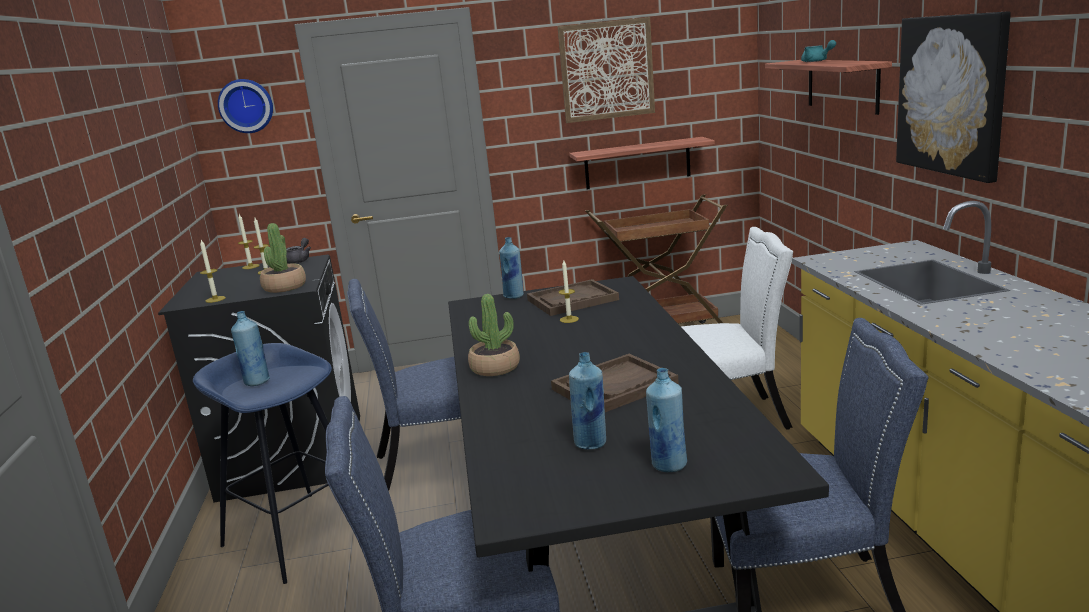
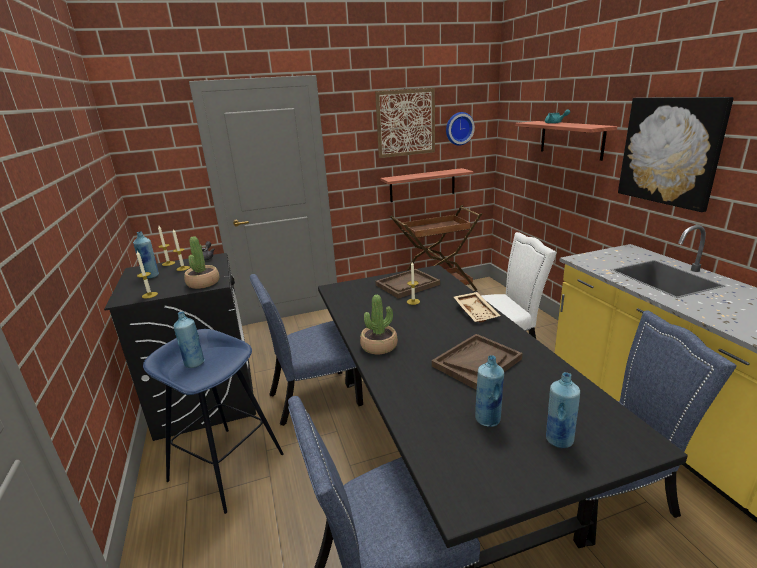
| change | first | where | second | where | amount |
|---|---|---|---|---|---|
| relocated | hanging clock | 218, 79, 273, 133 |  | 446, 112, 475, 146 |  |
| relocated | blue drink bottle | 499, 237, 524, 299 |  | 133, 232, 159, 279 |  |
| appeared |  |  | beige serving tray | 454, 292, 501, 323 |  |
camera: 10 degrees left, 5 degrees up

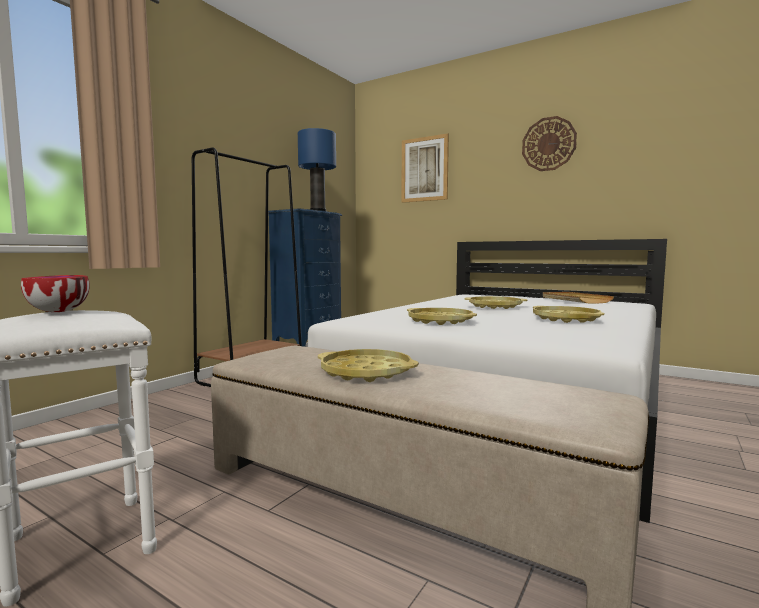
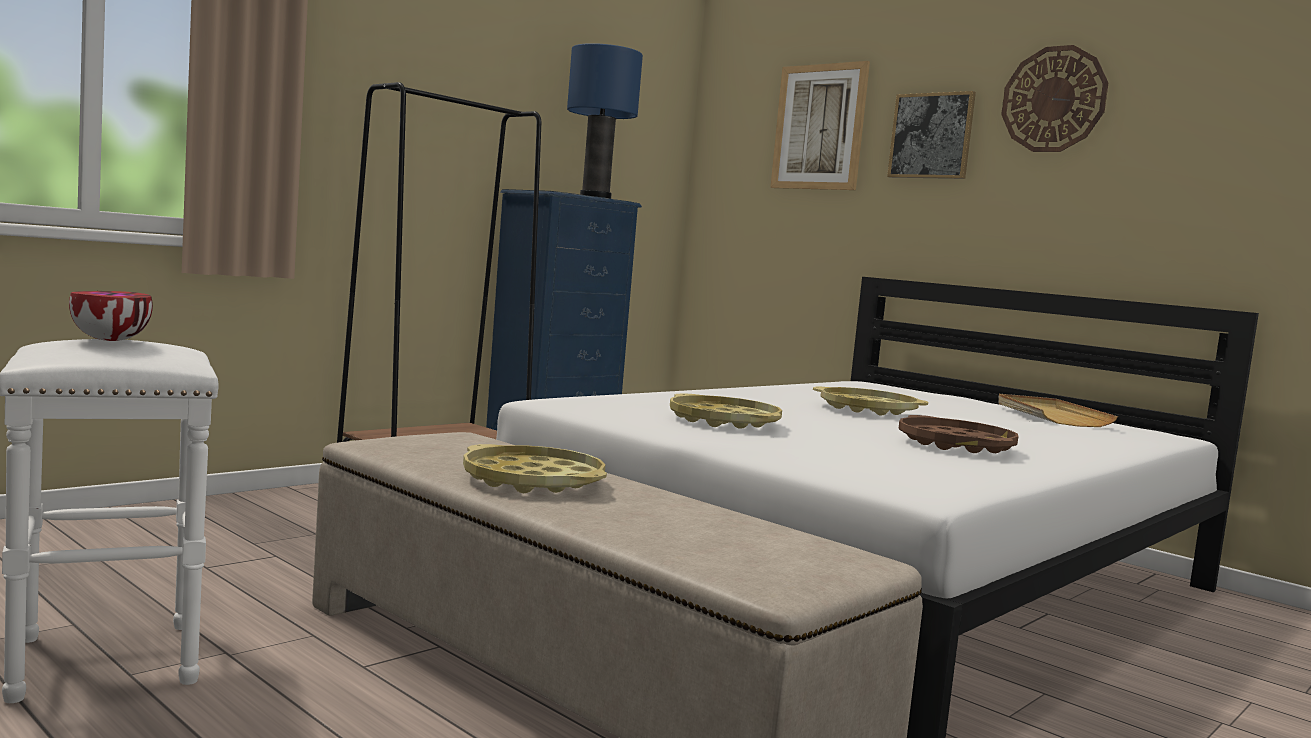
| change | first | where | second | where | amount |
|---|---|---|---|---|---|
| colour | yellow-coloured serving tray | 533, 306, 604, 323 | brown serving tray | 899, 415, 1018, 453 |  |
| appeared |  |  | wall art | 887, 91, 976, 179 |  |
camera: 10 degrees right, 0 degrees up

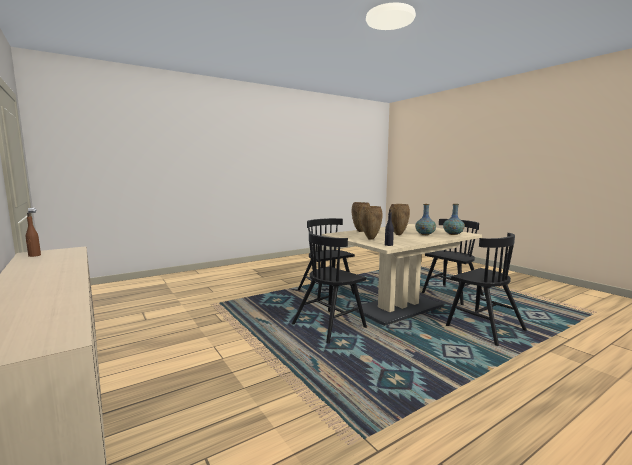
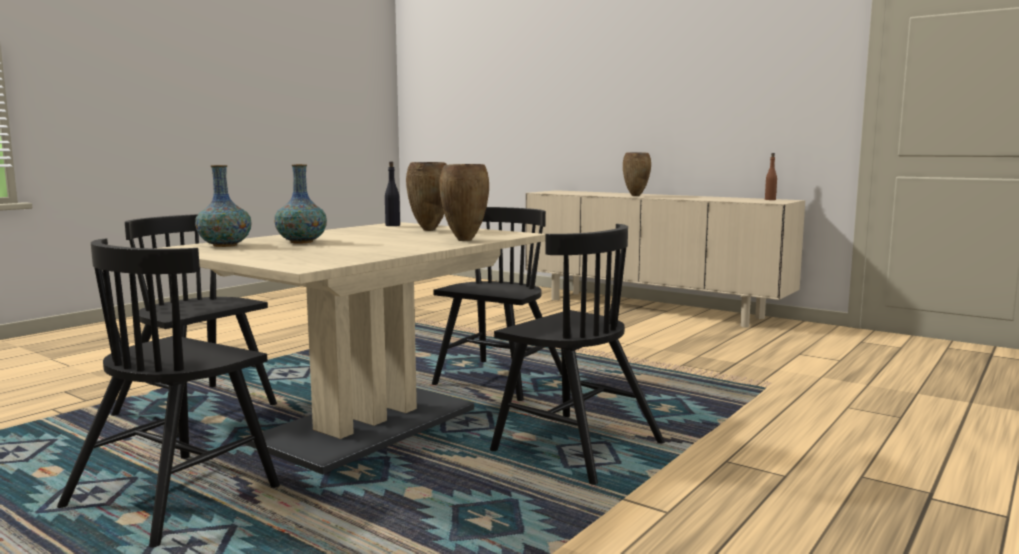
| change | first | where | second | where | amount |
|---|---|---|---|---|---|
| relocated | brown decorative vase | 390, 204, 410, 235 |  | 623, 152, 651, 196 |  |
camera: 160 degrees right, 0 degrees up

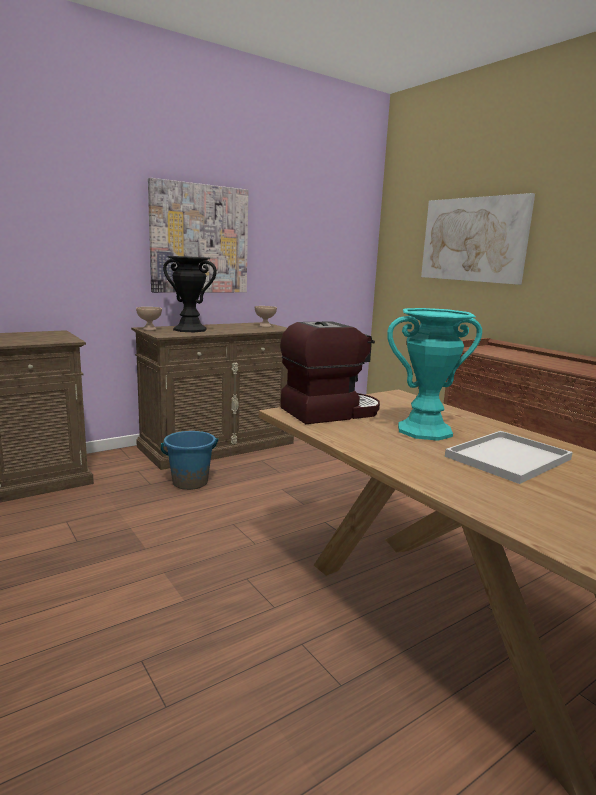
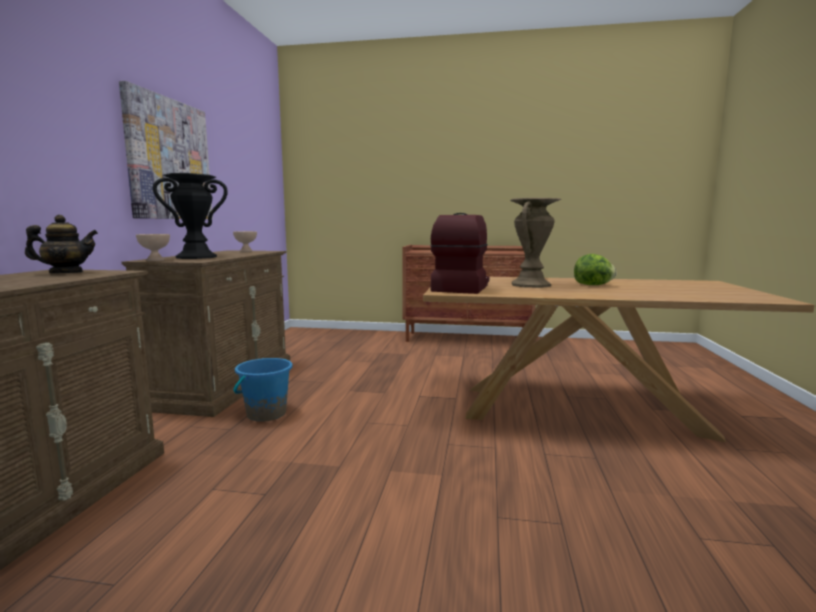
| change | first | where | second | where | amount |
|---|---|---|---|---|---|
| colour | turquoise-coloured decorative vase | 387, 308, 482, 441 | brown decorative vase | 510, 198, 561, 288 |  |
| missing | wall art | 421, 193, 535, 285 |  |  |  |
| exchanged | white-coloured serving tray | 445, 431, 573, 484 | lettuce | 574, 254, 616, 285 |  |
| appeared |  |  | pot for tea | 25, 215, 98, 273 |  |
camera: 45 degrees left, 5 degrees down

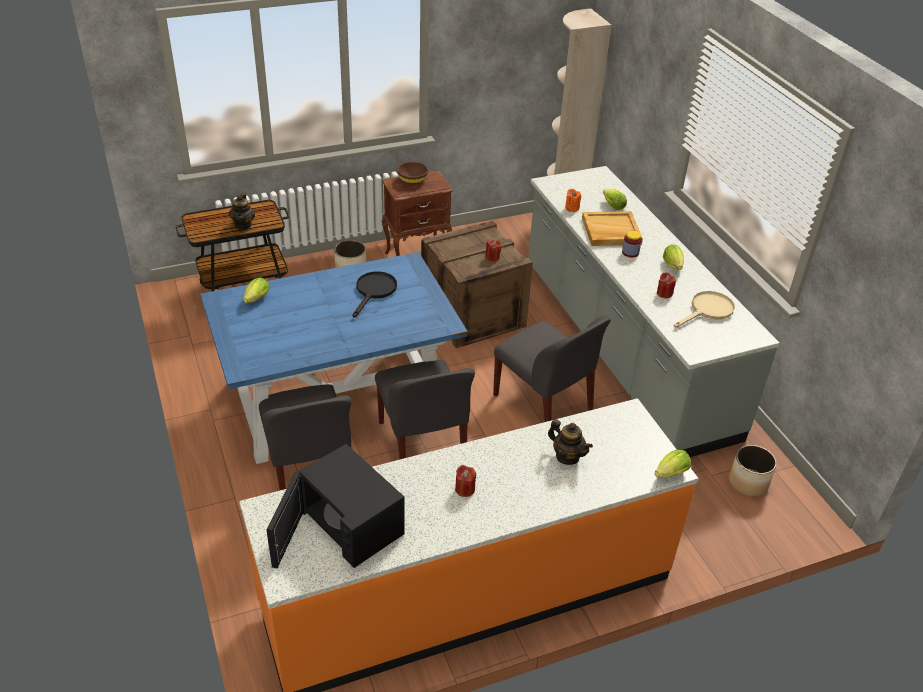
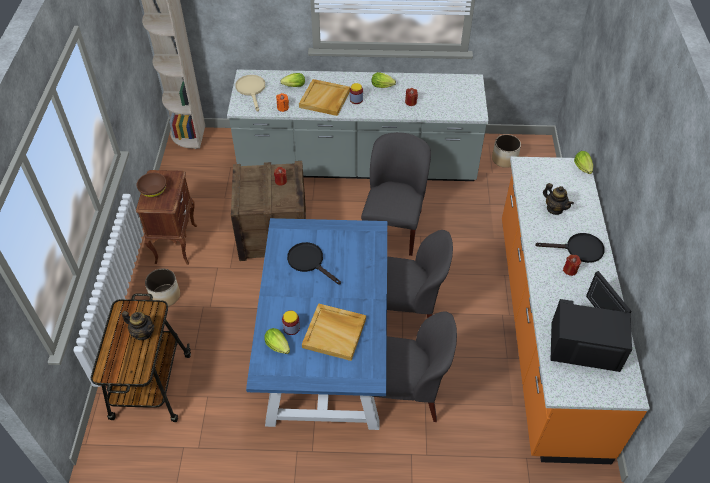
| change | first | where | second | where | amount |
|---|---|---|---|---|---|
| spun | black-coloured microwave | 266, 444, 405, 568 |  | 551, 271, 632, 372 | 150 degrees counterclockwise |
| spun | greyish plain chair | 493, 316, 611, 422 |  | 361, 132, 431, 256 | 60 degrees counterclockwise |
| spun | pot for tea | 548, 419, 593, 465 |  | 543, 183, 574, 215 | 75 degrees clockwise |
| relocated | beige skillet | 674, 291, 735, 328 |  | 235, 75, 265, 111 |  |
| appeared |  |  | storage jar | 282, 310, 300, 335 |  |
| appeared |  |  | beige serving tray | 302, 303, 366, 361 |  |
| appeared |  |  | black-coloured skillet | 535, 233, 605, 263 |  |
camera: 65 degrees left, 10 degrees up

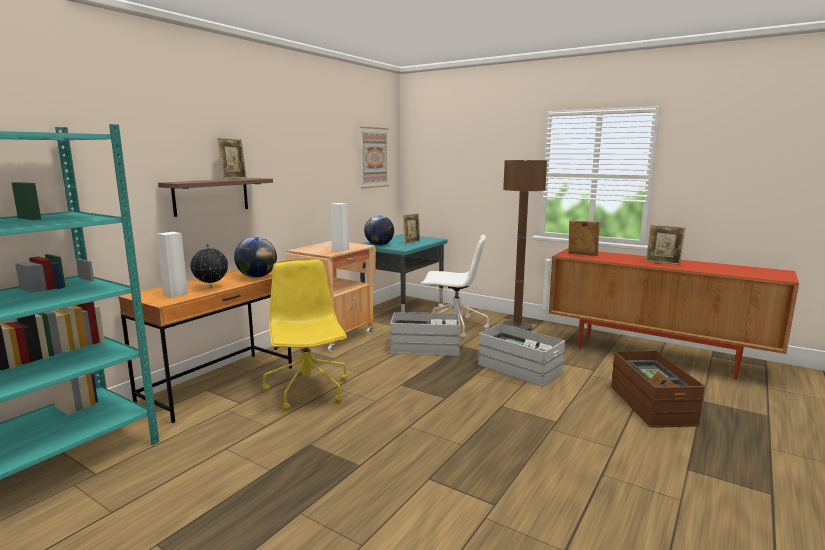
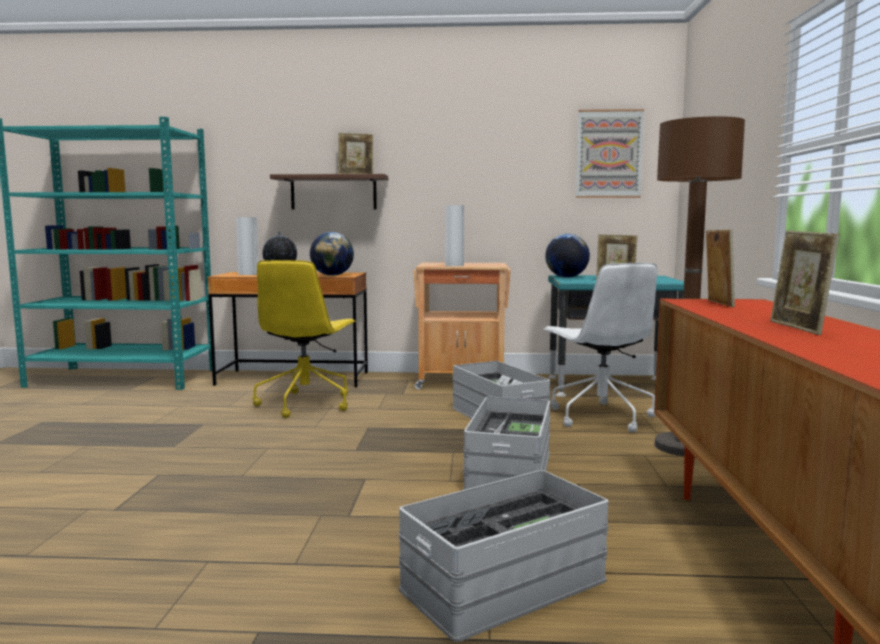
| change | first | where | second | where | amount |
|---|---|---|---|---|---|
| spun | yellow-coloured computer chair | 262, 259, 347, 411 |  | 252, 260, 356, 418 | 150 degrees clockwise |
| colour | brown storage box | 611, 351, 705, 428 | greyish storage box | 399, 470, 608, 642 |  |
camera: 60 degrees right, 5 degrees down

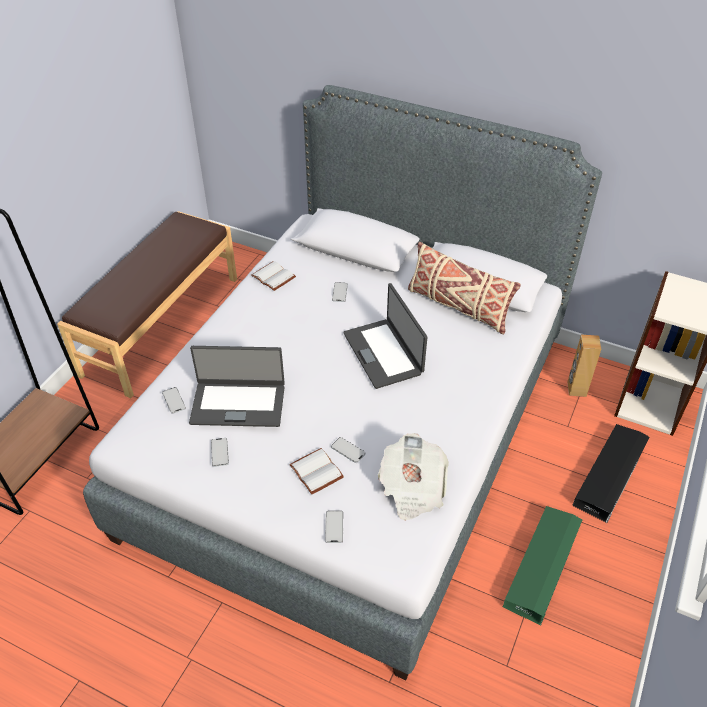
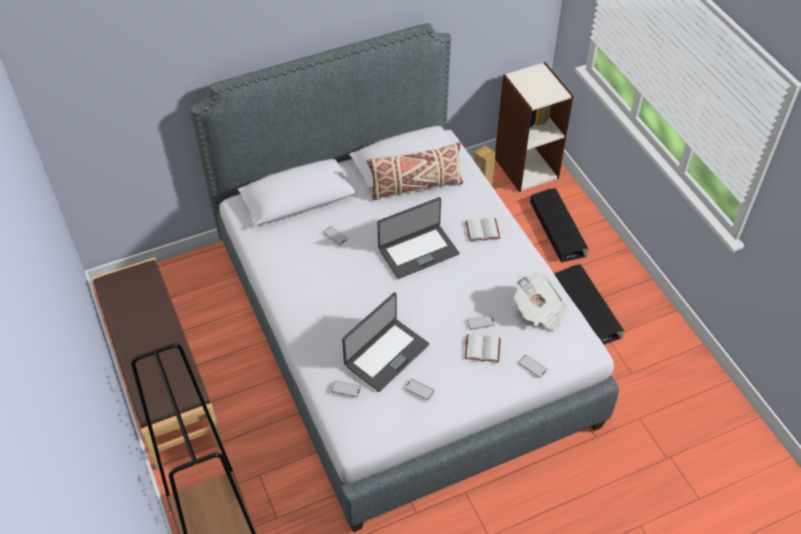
| change | first | where | second | where | amount |
|---|---|---|---|---|---|
| relocated | white-coloured volume | 251, 261, 296, 291 |  | 465, 217, 500, 241 |  |
| spun | portable computer | 344, 283, 427, 389 |  | 377, 197, 459, 279 | 45 degrees counterclockwise |
| colour | green-coloured storage box | 503, 506, 583, 626 | black-coloured storage box | 555, 264, 624, 344 |  |
camera: 50 degrees left, 5 degrees up

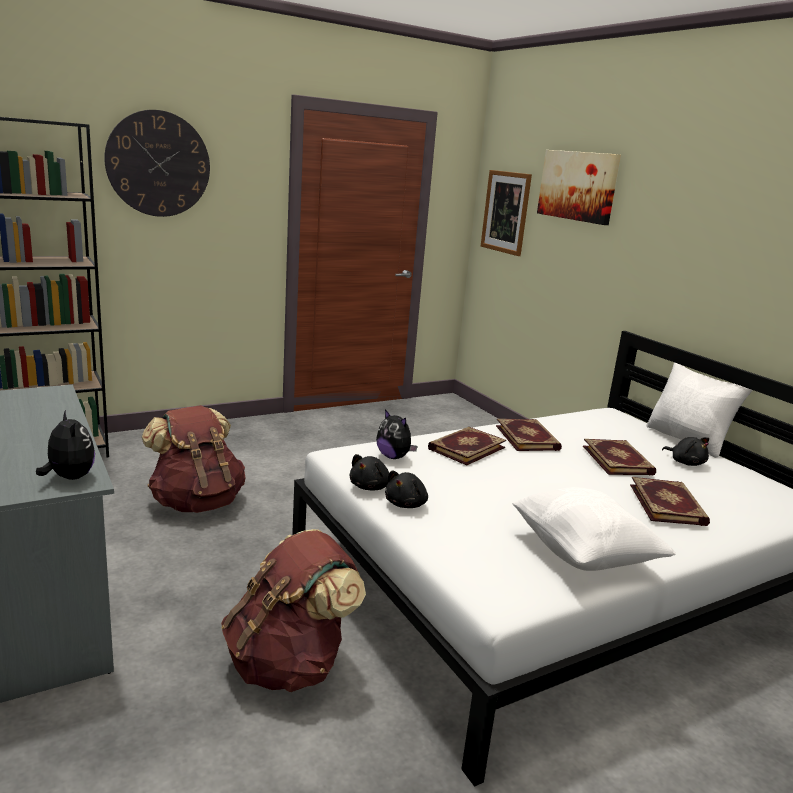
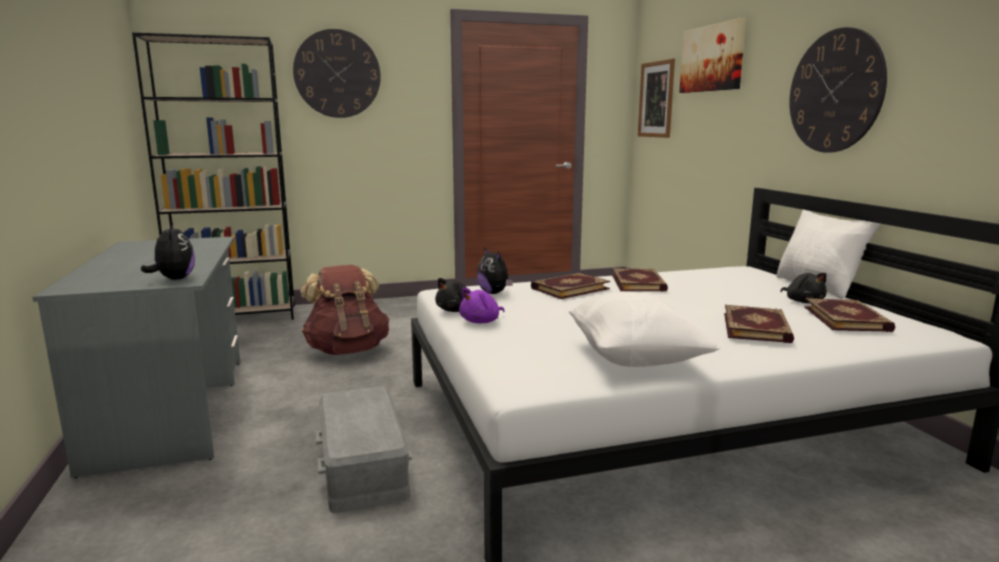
| change | first | where | second | where | amount |
|---|---|---|---|---|---|
| exchanged | brown knapsack | 221, 529, 366, 692 | greyish storage box | 316, 386, 412, 513 |  |
| colour | black-coloured plush toy | 385, 470, 428, 508 | purple plush toy | 459, 287, 505, 323 |  |
| relocated | volume | 583, 439, 656, 476 |  | 804, 298, 895, 332 |  |
| appeared |  |  | hanging clock | 789, 27, 887, 153 |  |
camera: 15 degrees right, 5 degrees down

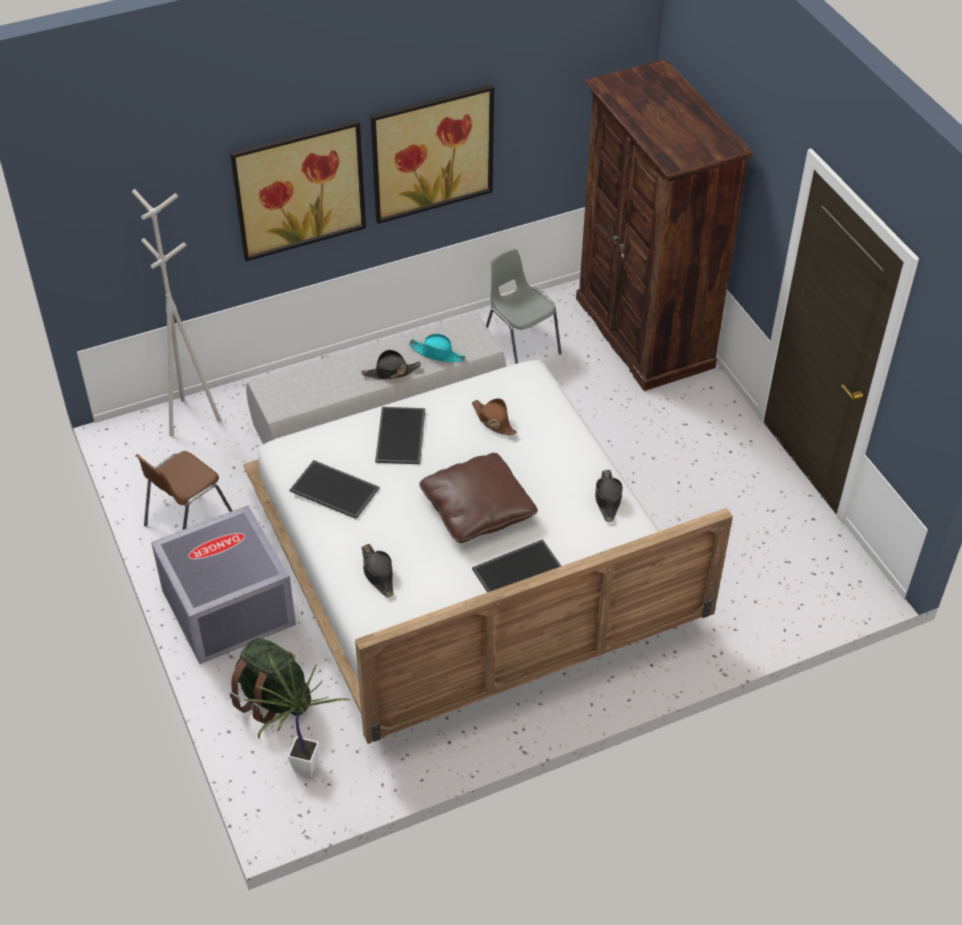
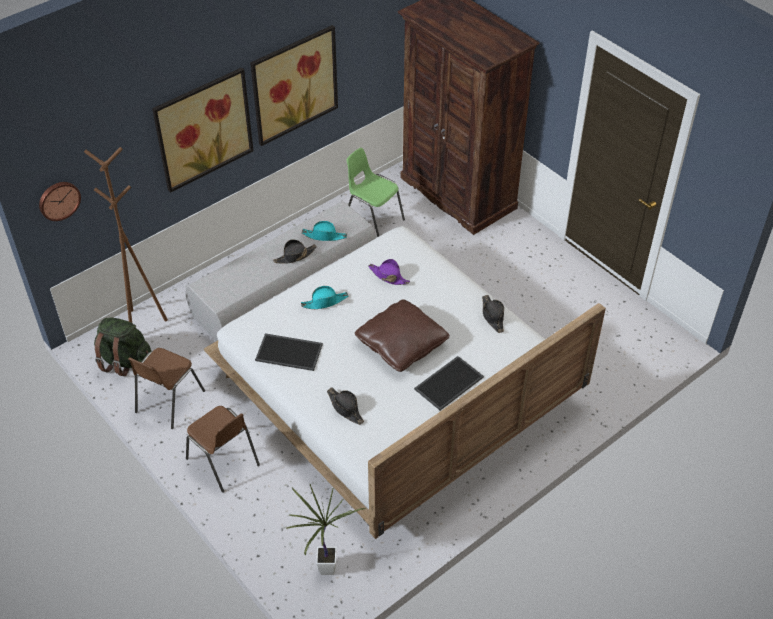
| change | first | where | second | where | amount |
|---|---|---|---|---|---|
| colour | greyish garment rack | 132, 189, 221, 437 | brown garment rack | 84, 147, 168, 322 |  |
| exchanged | greyish storage box | 151, 505, 296, 664 | brown plain chair | 186, 406, 260, 493 |  |
| relocated | green-coloured knapsack | 230, 638, 311, 724 |  | 94, 317, 151, 376 |  |
| exchanged | serving tray | 375, 407, 425, 464 | turquoise-coloured hat | 301, 286, 348, 309 |  |
| colour | brown hat | 472, 398, 517, 435 | purple hat | 368, 259, 410, 285 |  |
| colour | greyish plain chair | 486, 249, 562, 364 | green-coloured plain chair | 346, 148, 405, 237 |  |
| appeared |  |  | hanging clock | 39, 182, 81, 221 |  |
camera: 15 degrees left, 0 degrees up

